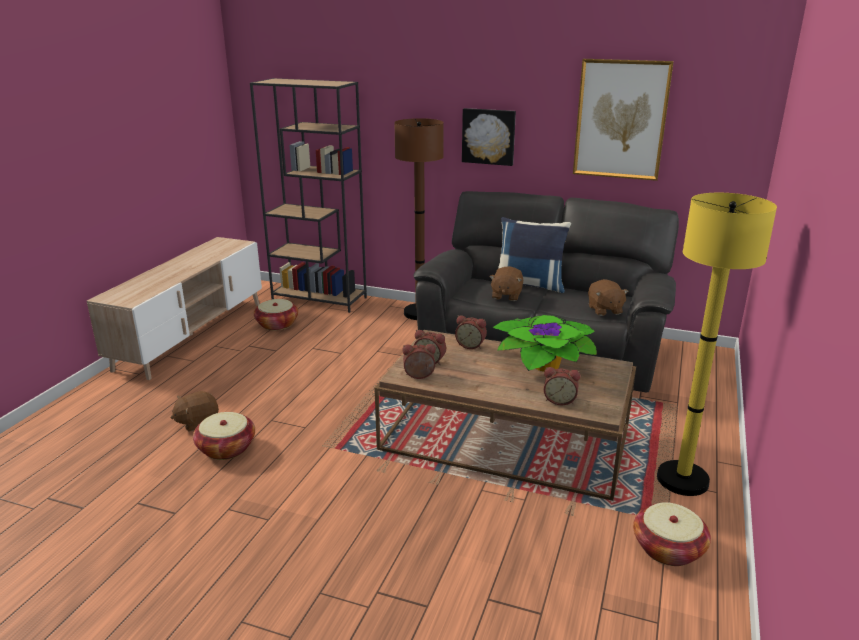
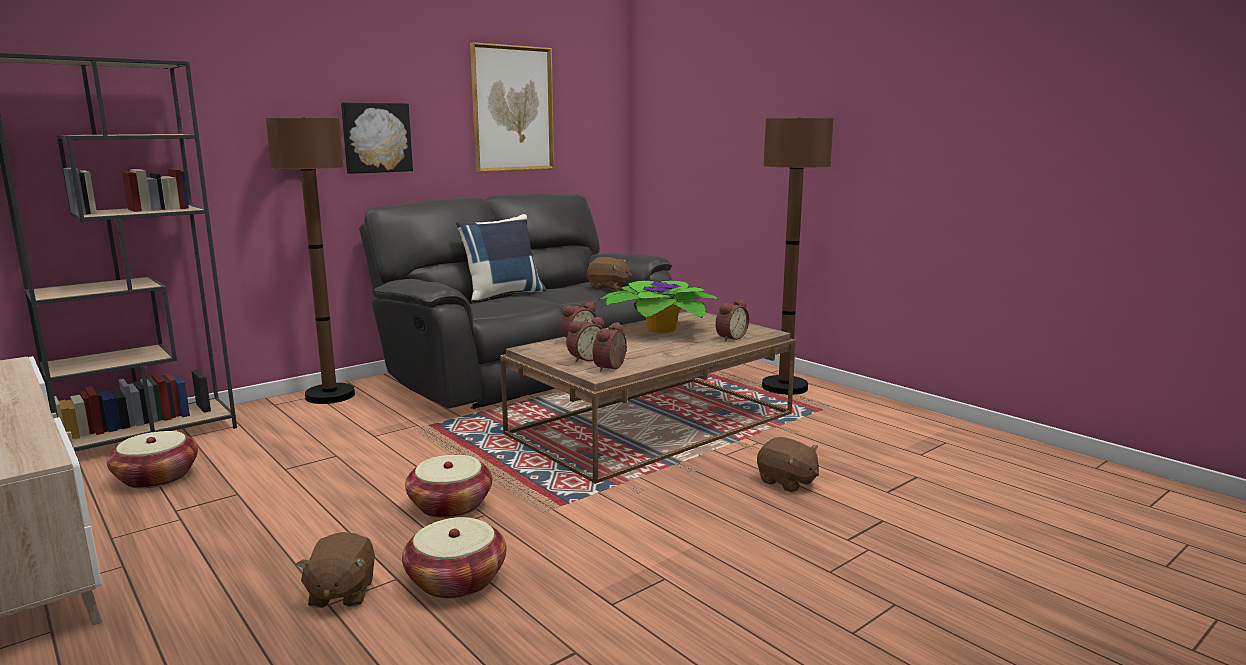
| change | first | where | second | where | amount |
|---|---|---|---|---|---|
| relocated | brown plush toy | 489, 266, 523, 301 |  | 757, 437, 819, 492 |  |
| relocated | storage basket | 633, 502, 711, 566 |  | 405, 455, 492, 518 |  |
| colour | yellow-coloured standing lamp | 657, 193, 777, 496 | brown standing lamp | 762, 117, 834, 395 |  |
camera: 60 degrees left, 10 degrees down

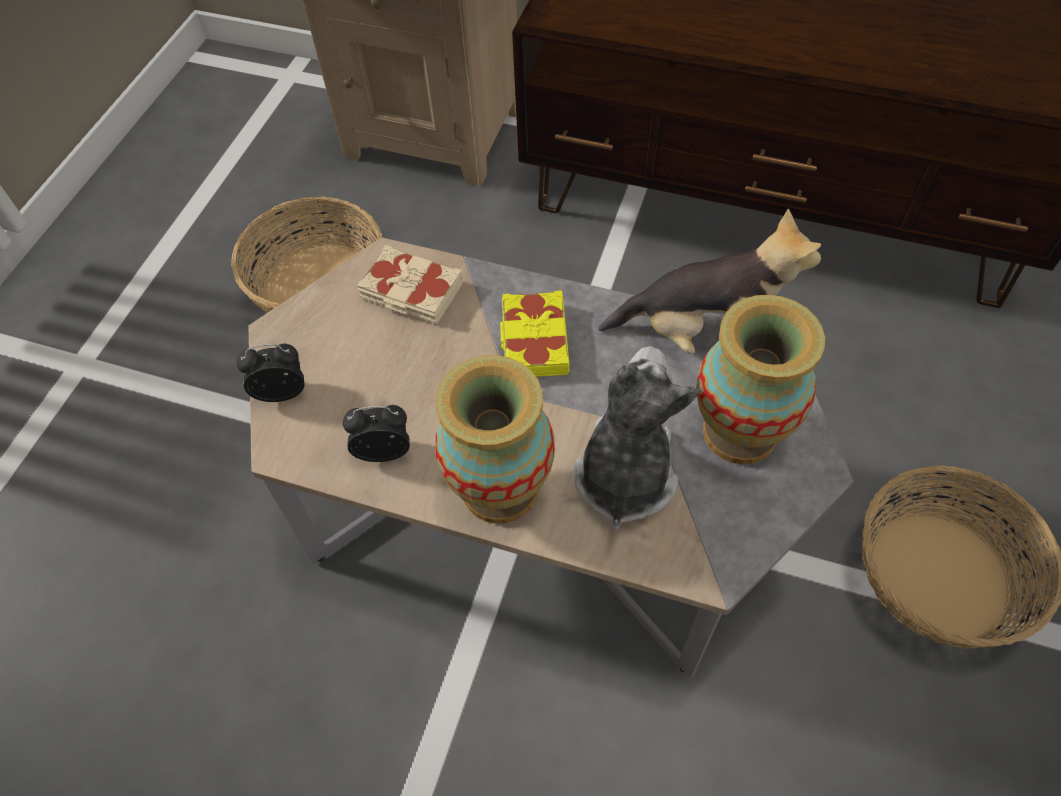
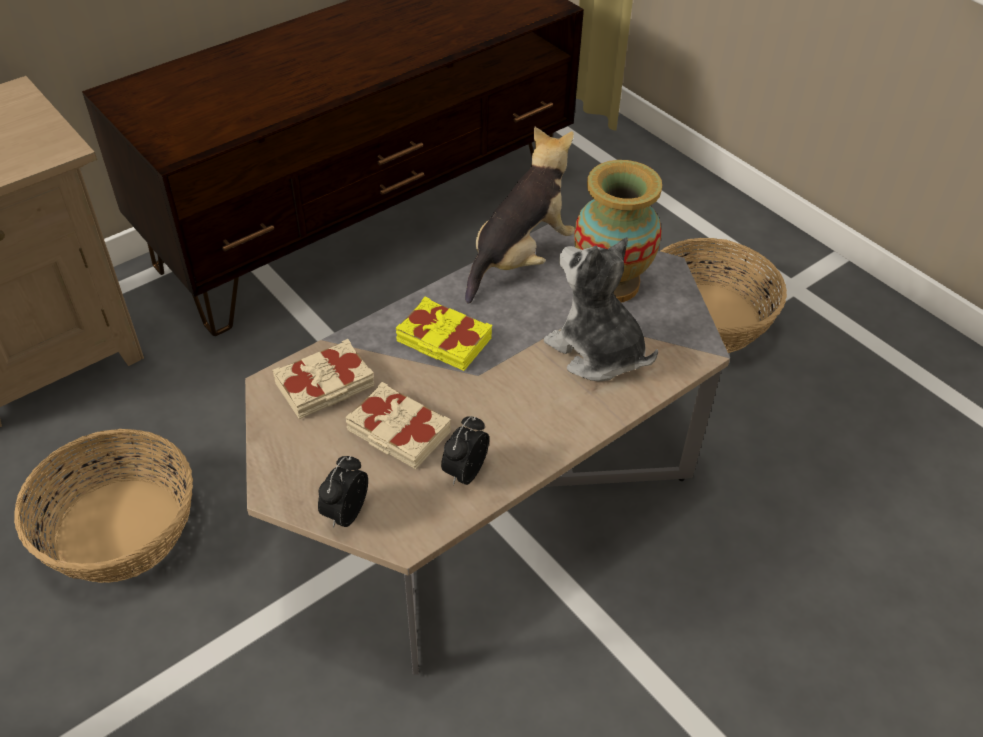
| change | first | where | second | where | amount |
|---|---|---|---|---|---|
| missing | decorative vase | 435, 355, 555, 524 |  |  |  |
| appeared |  |  | beige volume | 345, 382, 451, 469 |  |
camera: 60 degrees left, 10 degrees down

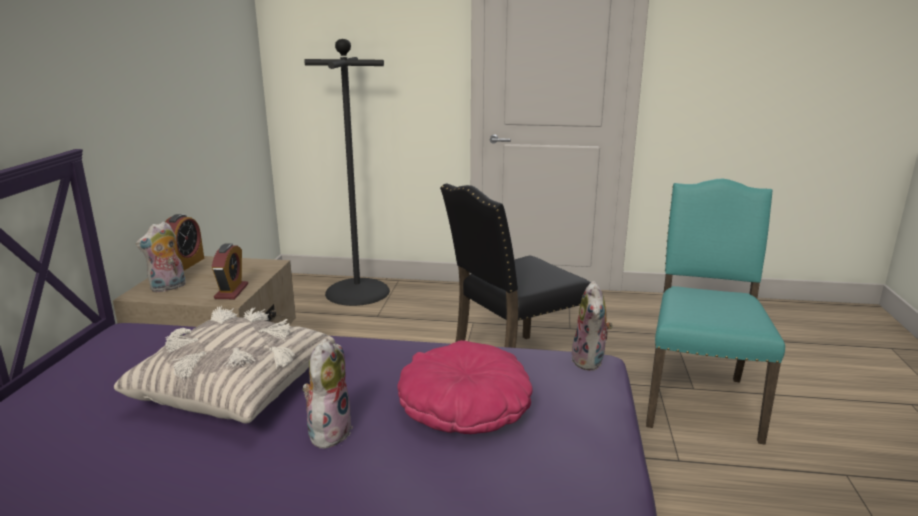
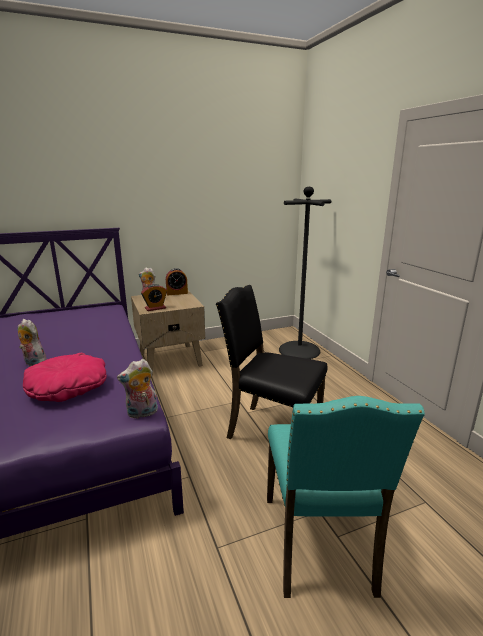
| change | first | where | second | where | amount |
|---|---|---|---|---|---|
| missing | beige throw pillow | 114, 306, 335, 424 |  |  |  |
| spun | plush toy | 302, 338, 353, 449 |  | 18, 319, 47, 366 | 135 degrees counterclockwise |
| spun | turquoise-coloured plain chair | 646, 178, 785, 445 |  | 267, 396, 425, 598 | 105 degrees clockwise |
camera: 60 degrees right, 0 degrees up

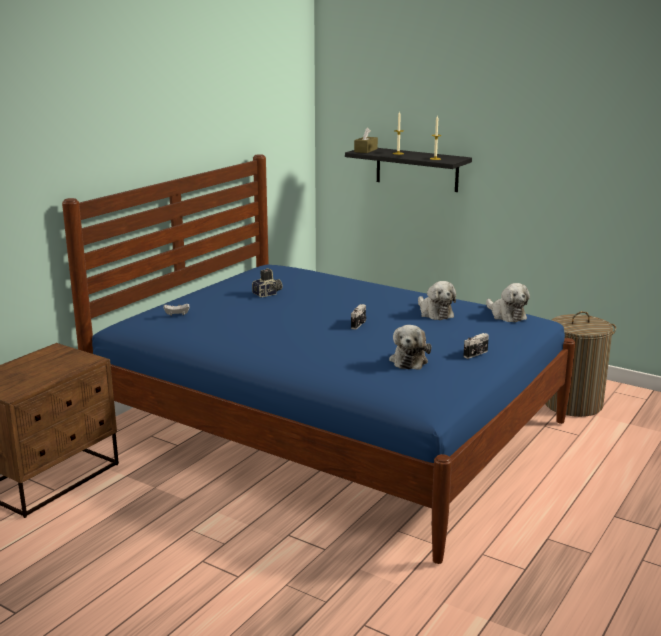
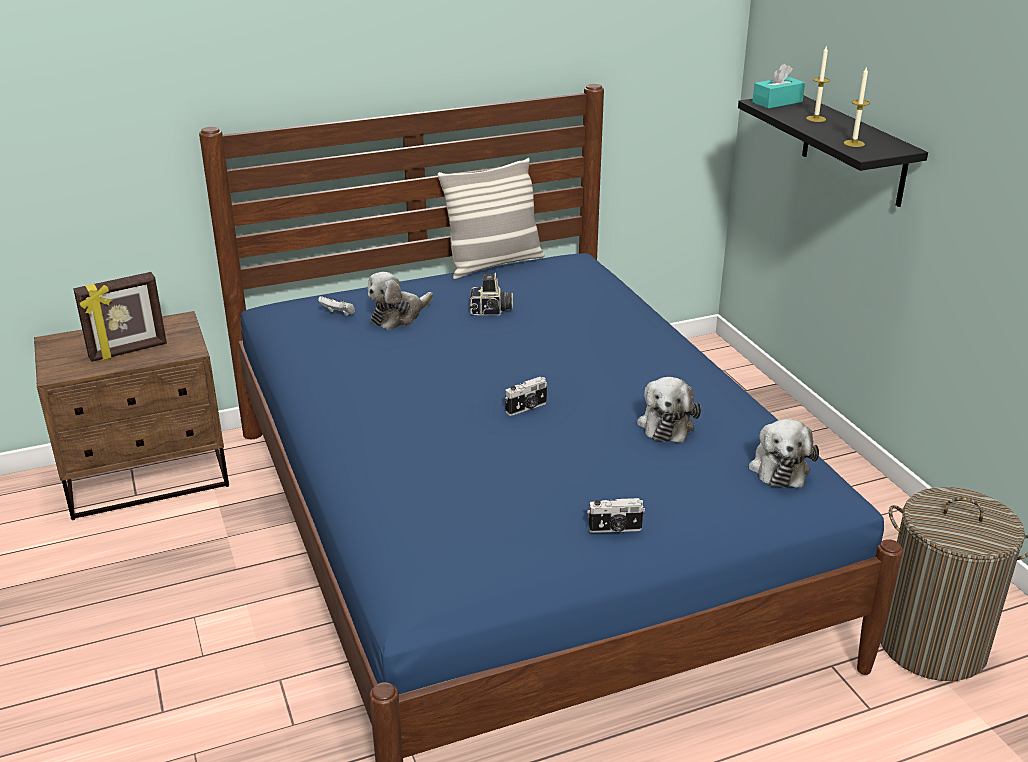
| change | first | where | second | where | amount |
|---|---|---|---|---|---|
| colour | brown tissue holder | 354, 127, 378, 153 | turquoise-coloured tissue holder | 752, 63, 805, 109 |  |
| relocated | plush toy | 389, 325, 431, 370 |  | 367, 272, 433, 330 |  |
| appeared |  |  | standing frame | 73, 272, 167, 362 |  |
| appeared |  |  | throw pillow | 437, 158, 545, 279 |  |
camera: 35 degrees right, 10 degrees up

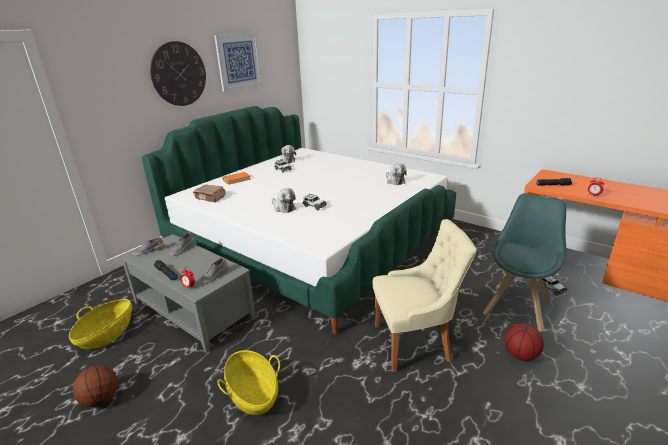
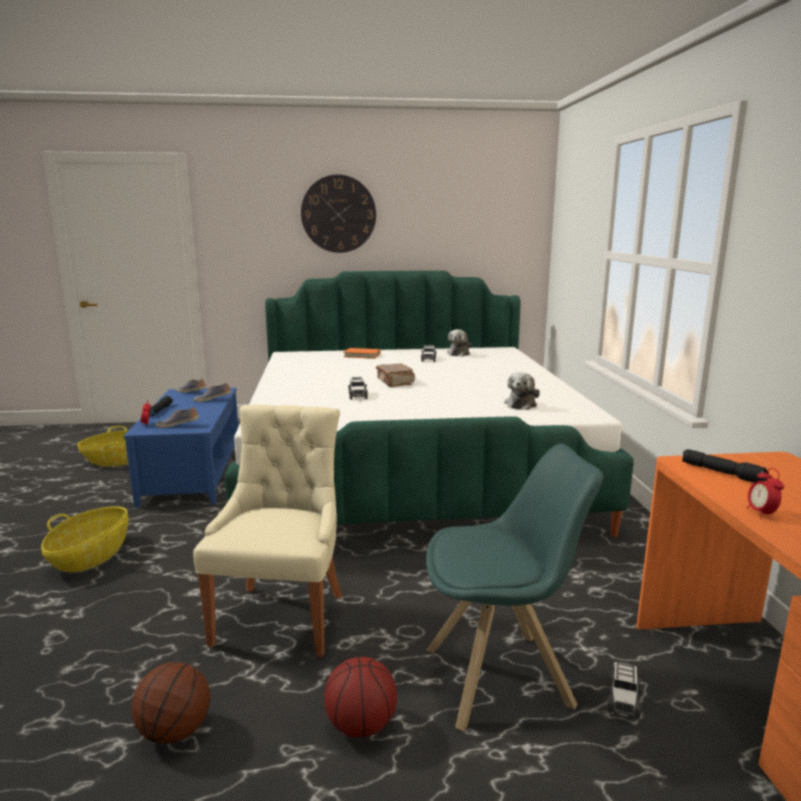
| change | first | where | second | where | amount |
|---|---|---|---|---|---|
| relocated | basketball | 73, 365, 118, 407 |  | 131, 662, 210, 744 |  |
| colour | greyish lounge table | 120, 234, 256, 353 | blue lounge table | 124, 388, 238, 508 |  |
| relocated | brown volume | 193, 185, 226, 202 |  | 376, 364, 415, 387 |  |
| missing | wall art | 214, 33, 262, 92 |  |  |  |
| missing | plush toy | 272, 188, 296, 213 |  |  |  |
| spun | beige plain chair | 372, 219, 477, 372 |  | 193, 405, 342, 657 | 120 degrees counterclockwise |
camera: 45 degrees right, 10 degrees down

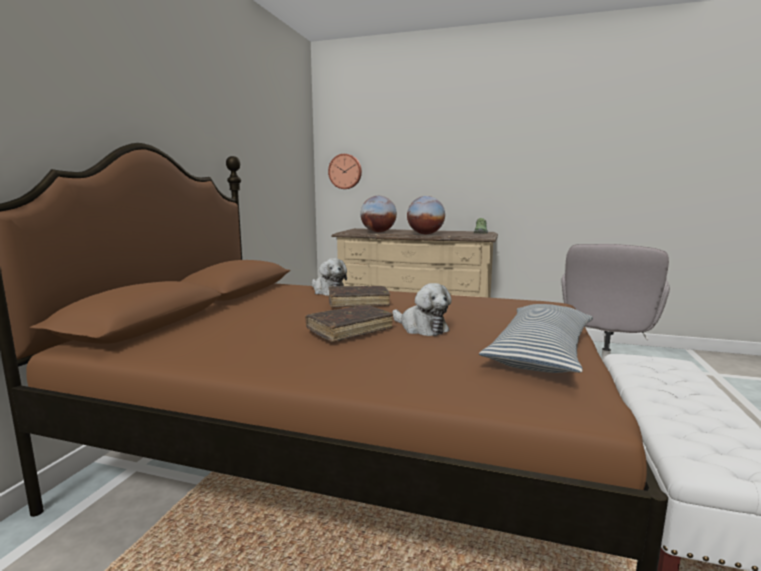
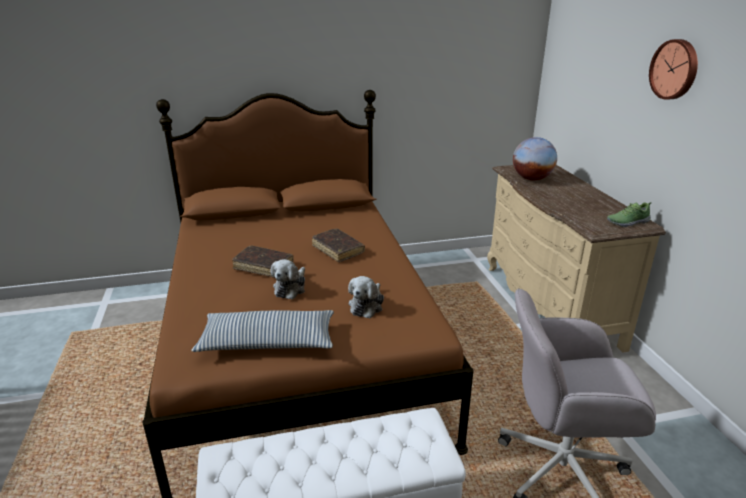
| change | first | where | second | where | amount |
|---|---|---|---|---|---|
| relocated | plush toy | 312, 258, 347, 296 |  | 348, 276, 384, 318 |  |
| relocated | hanging clock | 328, 154, 362, 189 |  | 649, 39, 698, 100 |  |
| missing | world globe | 407, 196, 445, 234 |  |  |  |
camera: 60 degrees right, 15 degrees up

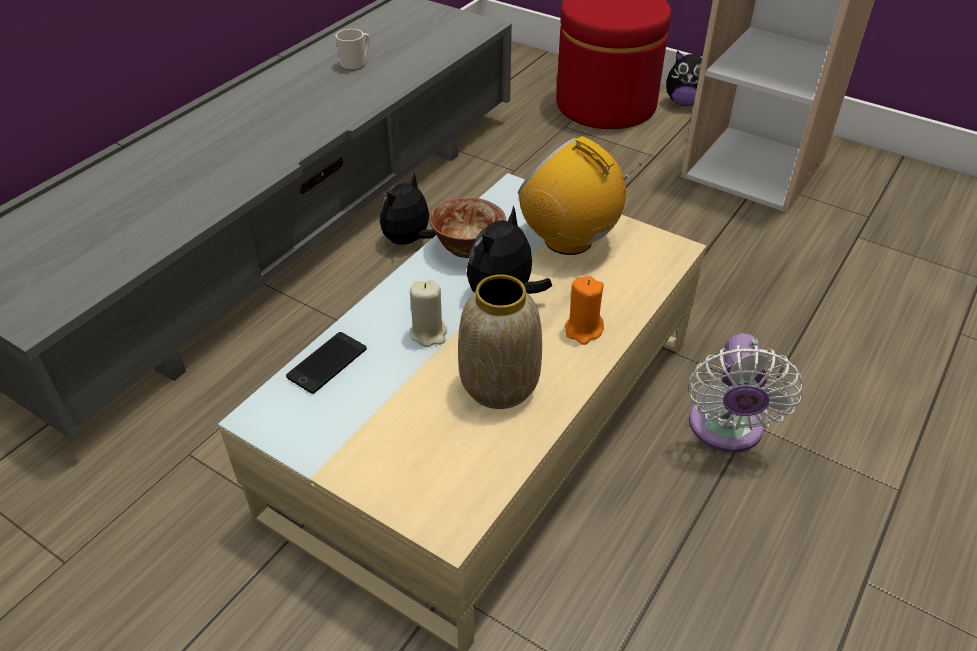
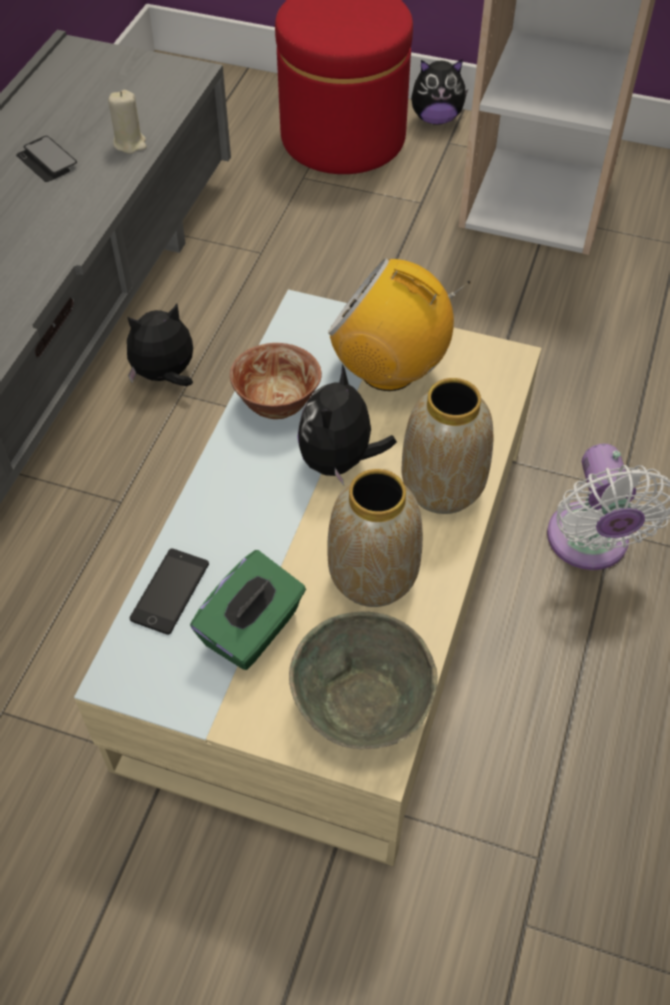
| change | first | where | second | where | amount |
|---|---|---|---|---|---|
| exchanged | mug | 335, 29, 370, 71 | handset | 16, 136, 77, 182 |  |
| spun | plush toy | 380, 174, 436, 245 |  | 127, 304, 193, 386 | 45 degrees clockwise |
| relocated | beige candle | 410, 280, 447, 347 |  | 108, 90, 147, 154 |  |
| exchanged | orange candle | 565, 276, 604, 345 | decorative vase | 402, 378, 493, 514 |  |
| appeared |  |  | green-coloured tissue holder | 190, 550, 306, 670 |  |
| appeared |  |  | greyish bowl | 289, 612, 438, 749 |  |
camera: 15 degrees left, 10 degrees up

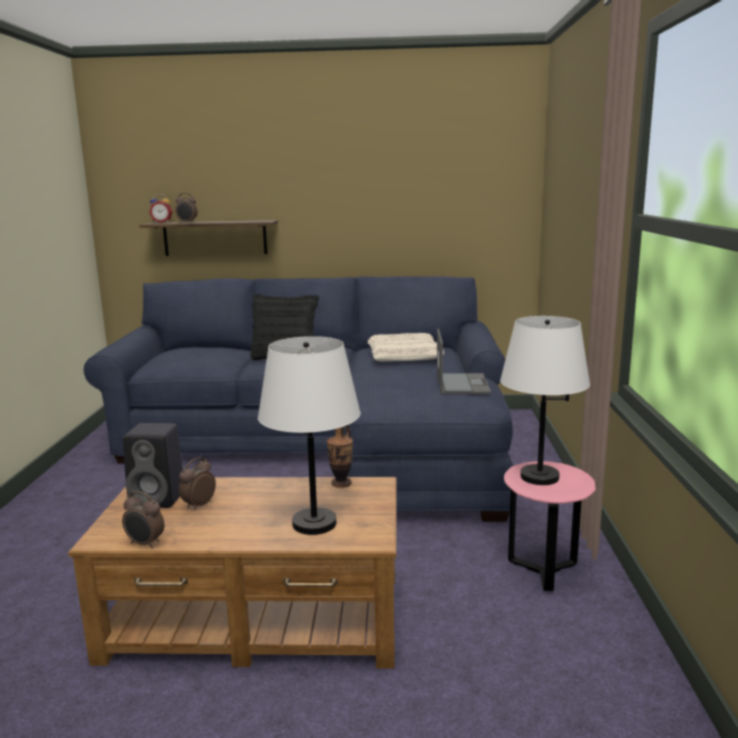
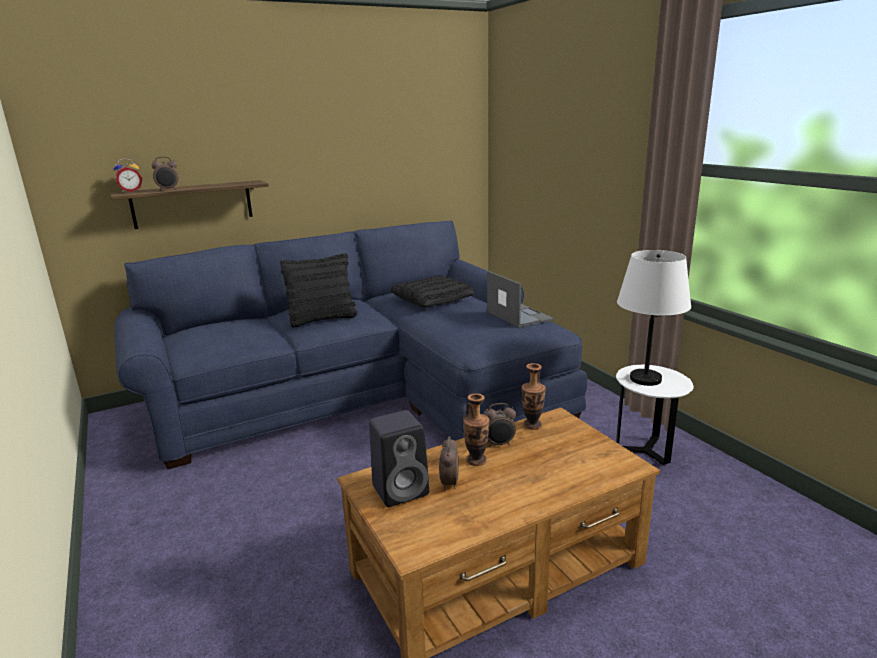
| change | first | where | second | where | amount |
|---|---|---|---|---|---|
| relocated | bedside clock | 122, 491, 165, 548 |  | 484, 403, 516, 447 |  |
| missing | white-coloured table lamp | 258, 336, 361, 535 |  |  |  |
| colour | beige throw pillow | 368, 333, 444, 361 | black-coloured throw pillow | 391, 275, 475, 308 |  |
| colour | pink-coloured accent table | 504, 461, 595, 591 | white-coloured accent table | 616, 365, 694, 465 |  |
| appeared |  |  | decorative vase | 463, 393, 490, 466 |  |
camera: 30 degrees left, 5 degrees up

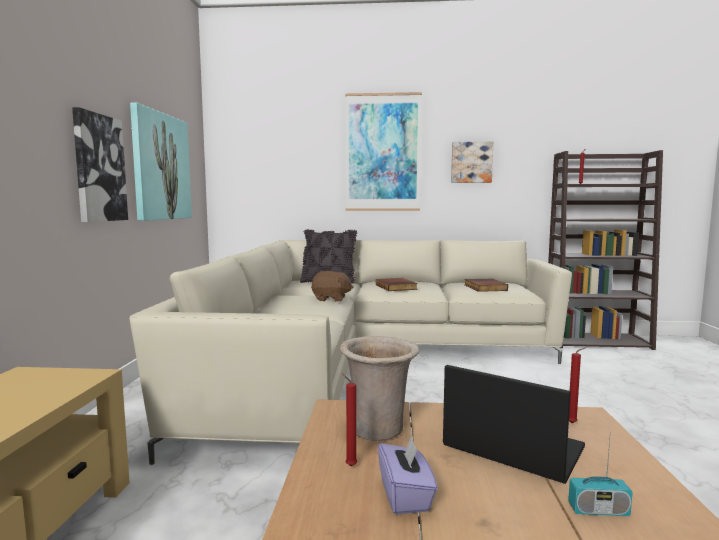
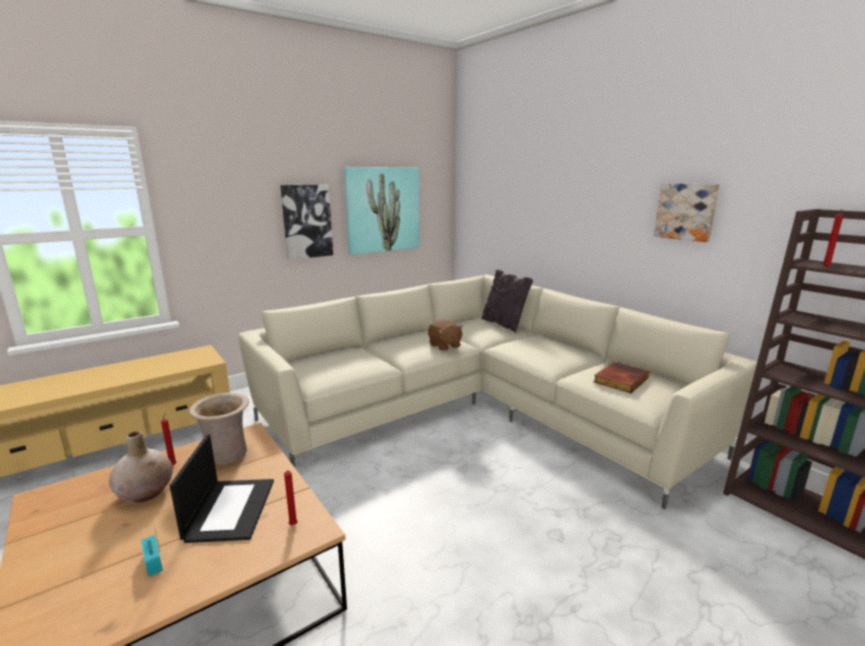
| change | first | where | second | where | amount |
|---|---|---|---|---|---|
| missing | wall art | 345, 92, 422, 211 |  |  |  |
| missing | volume | 376, 278, 417, 291 |  |  |  |
| exchanged | purple tissue holder | 378, 435, 438, 514 | beige decorative vase | 109, 431, 173, 503 |  |
camera: 50 degrees right, 10 degrees up

